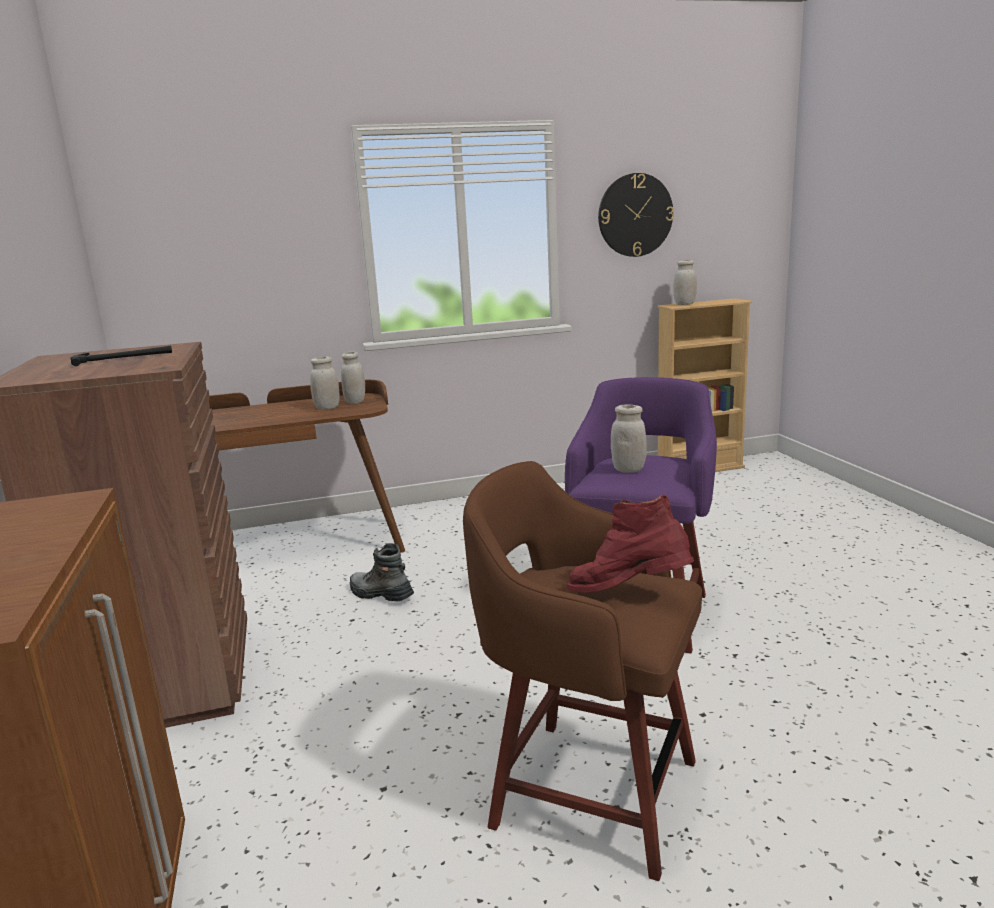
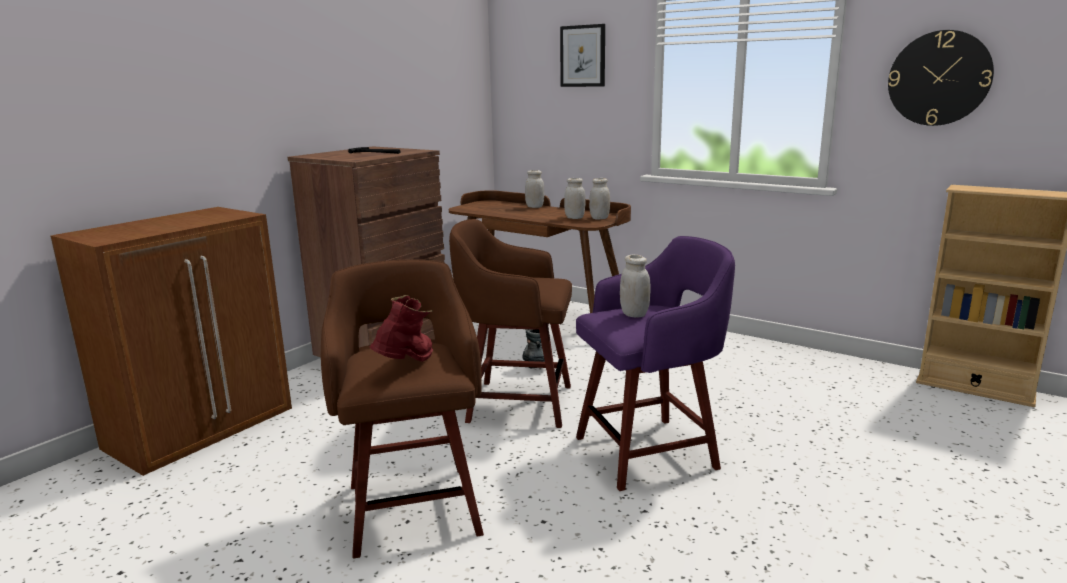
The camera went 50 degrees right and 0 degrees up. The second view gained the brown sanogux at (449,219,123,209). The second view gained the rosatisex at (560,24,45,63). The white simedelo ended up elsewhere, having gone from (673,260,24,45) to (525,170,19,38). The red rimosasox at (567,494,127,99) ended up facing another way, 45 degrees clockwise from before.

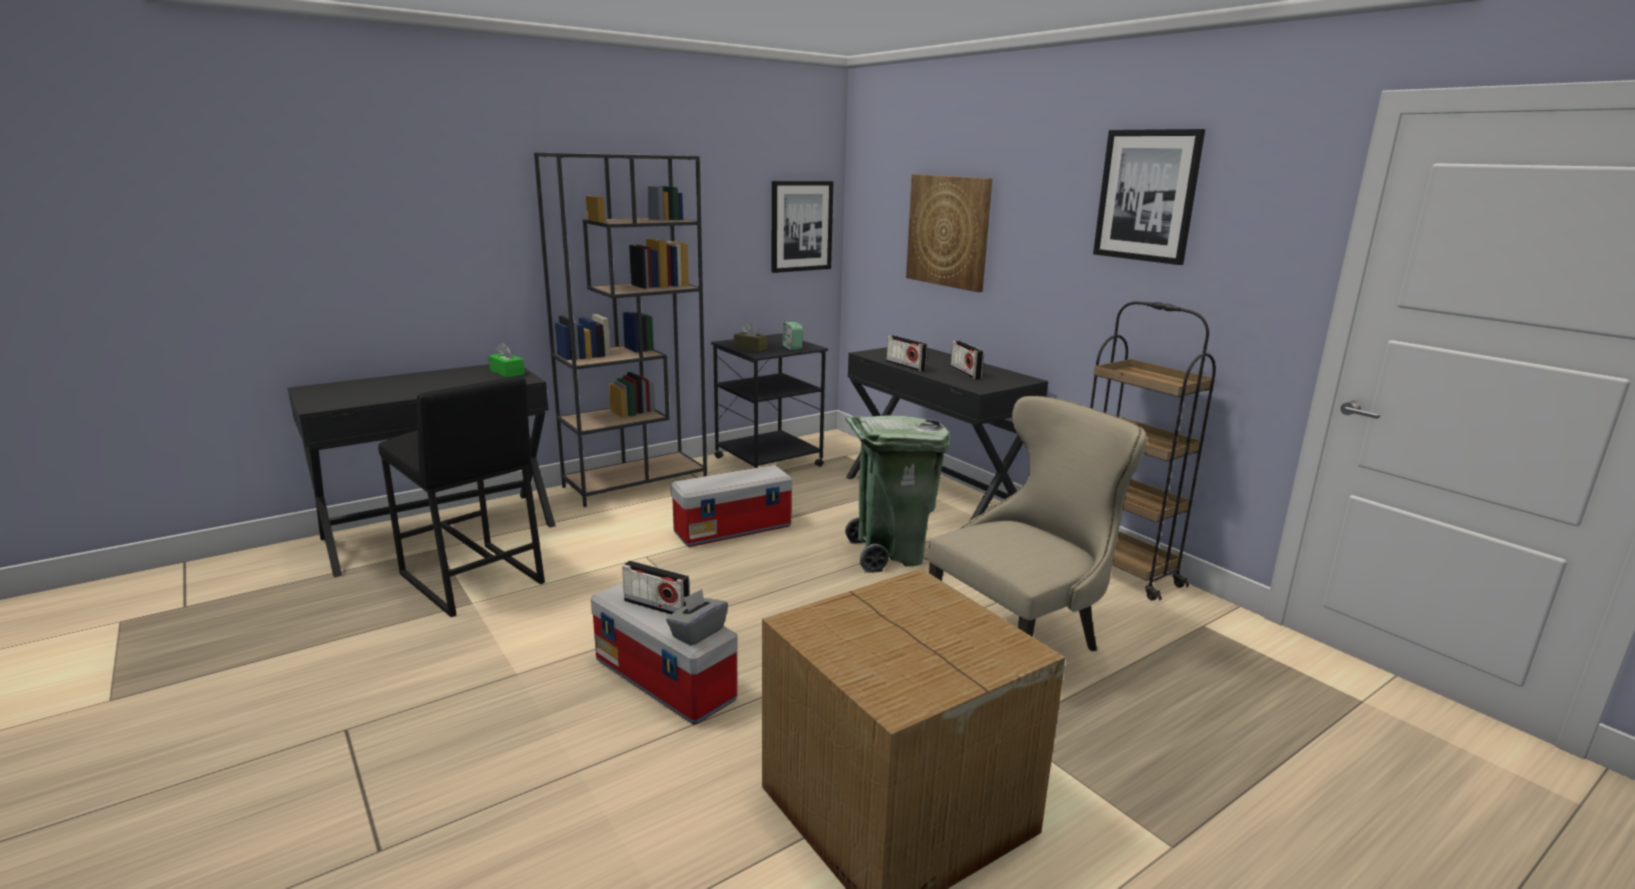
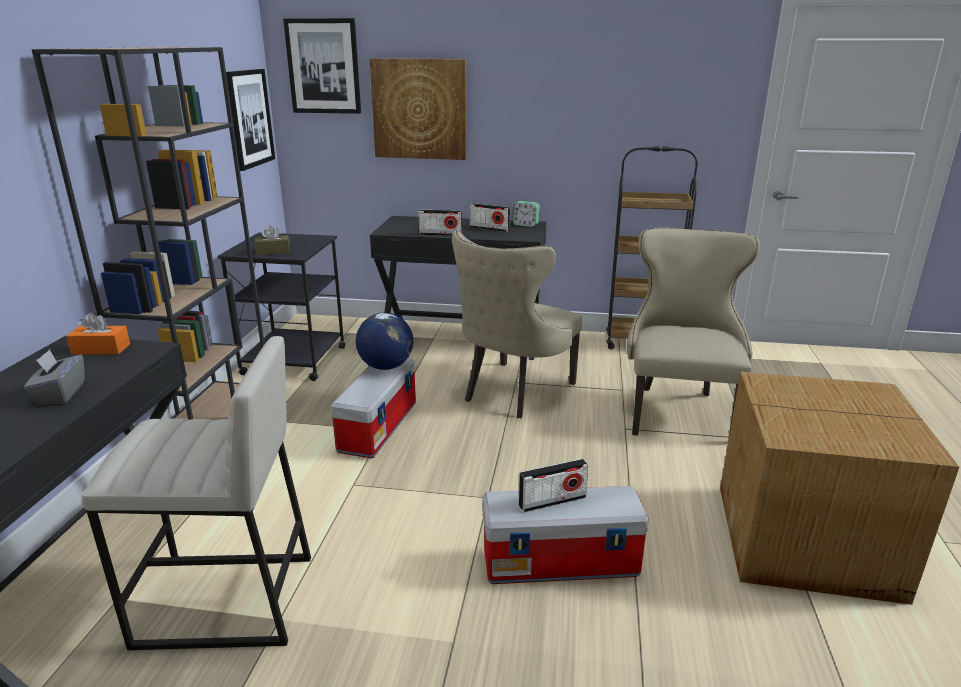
The camera went 45 degrees left and 5 degrees up. The second view gained the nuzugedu at (356,313,57,57). The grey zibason ended up elsewhere, having gone from (666,589,62,57) to (24,349,60,56). The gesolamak ended up elsewhere, having gone from (782,322,21,28) to (512,201,28,26). The rosatisex ended up elsewhere, having gone from (1093,129,112,136) to (283,18,78,96). Where the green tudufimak stood at (845,416,105,157), the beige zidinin came to stand at (452,231,130,187). What was the black sanogux at (378,376,167,241) turned into the beige sanogux at (81,336,230,314). What was the green zibason at (489,342,36,35) turned into the orange zibason at (66,312,64,43).

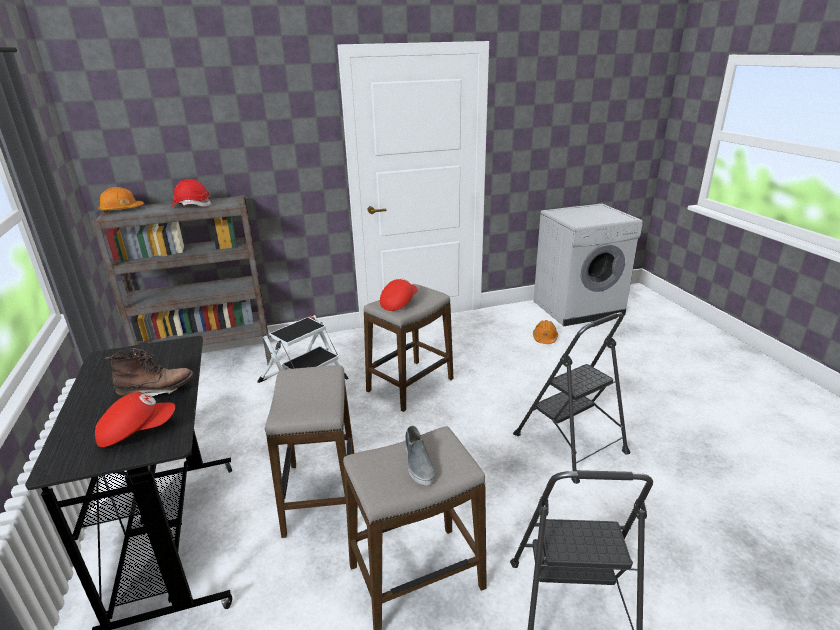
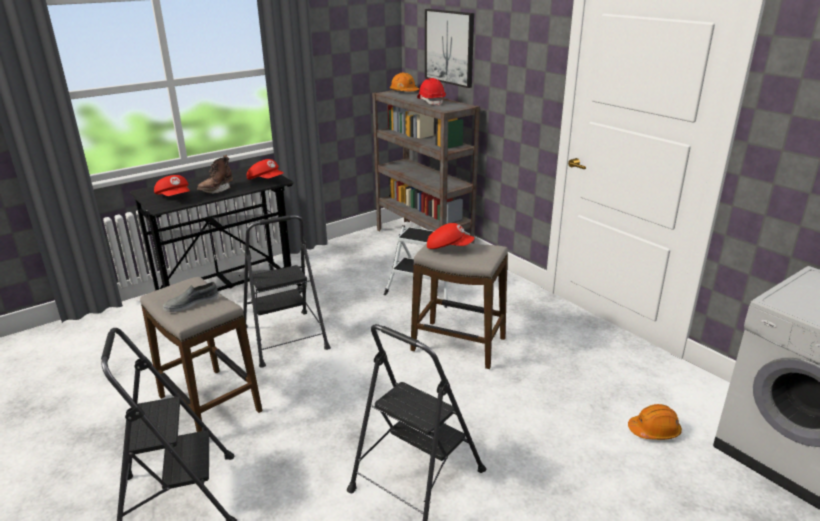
The camera went 70 degrees right and 0 degrees up. The second view gained the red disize at (247,159,37,20). The second view gained the rosatisex at (425,9,49,79). Where the sanogux stood at (265,365,89,173), the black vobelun came to stand at (243,215,88,153). The brown rimosasox at (105,348,88,48) ended up facing another way, 60 degrees clockwise from before.

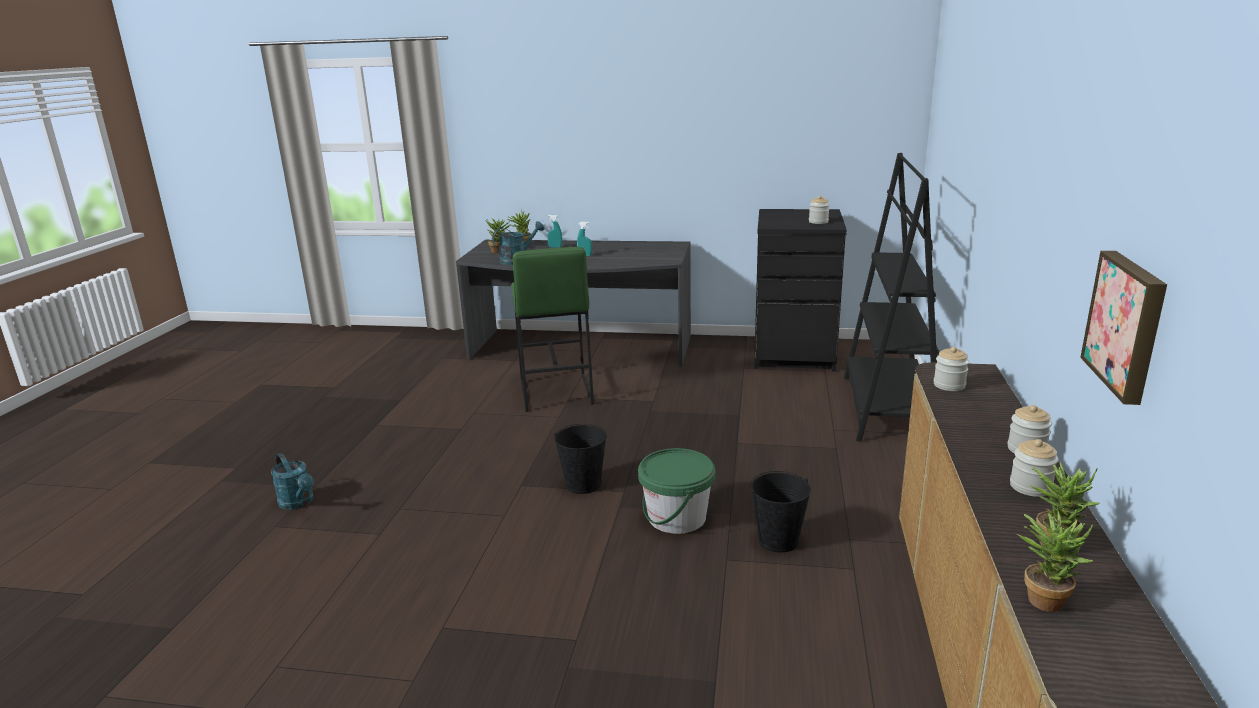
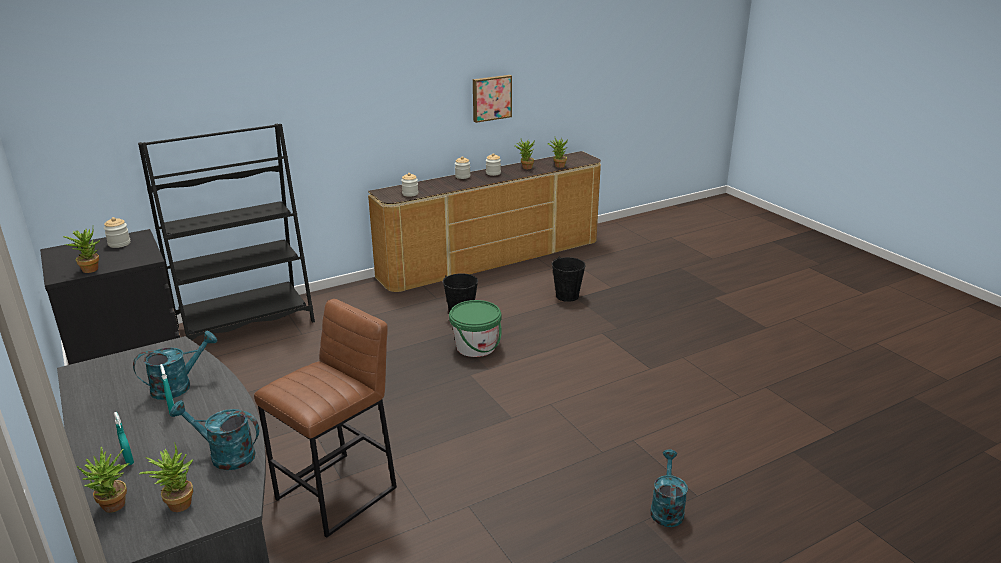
The camera went 130 degrees left and 5 degrees up. The second view gained the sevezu at (63,229,37,44). The second view gained the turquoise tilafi at (133,331,84,69). The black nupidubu ended up elsewhere, having gone from (554,424,53,70) to (551,256,35,46). What was the green sanogux at (511,247,83,165) turned into the brown sanogux at (254,299,143,239).

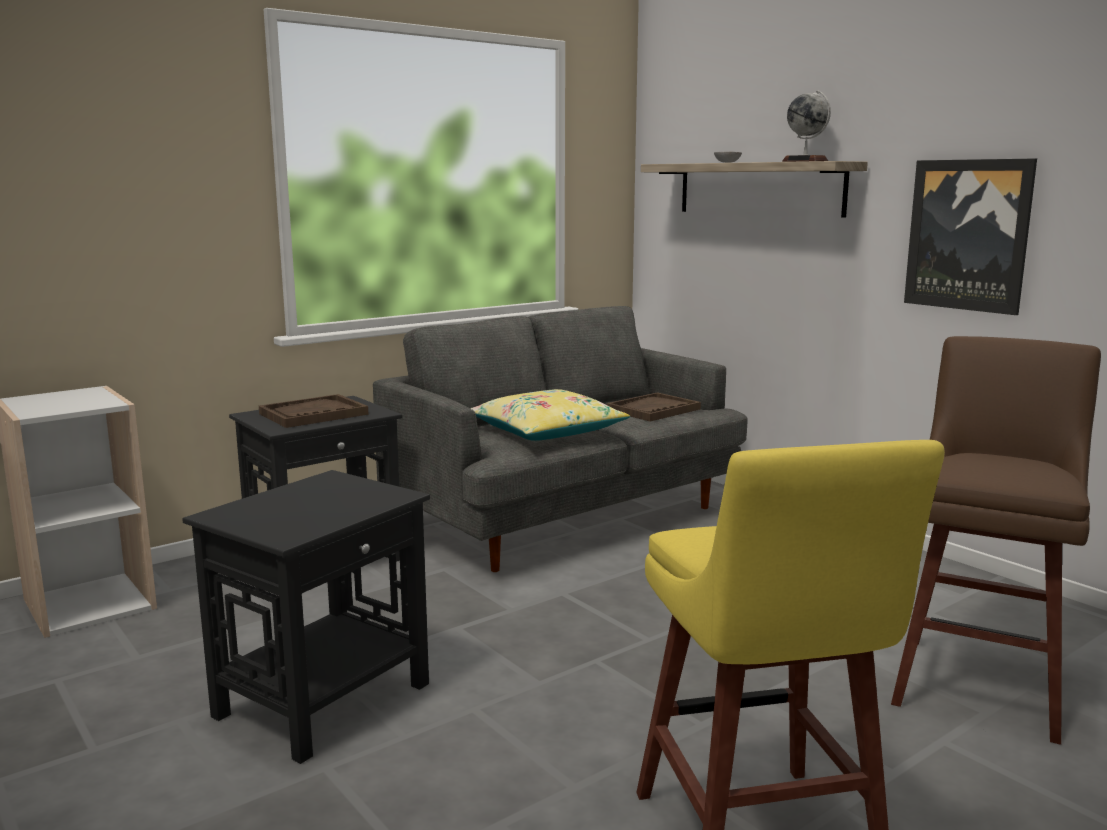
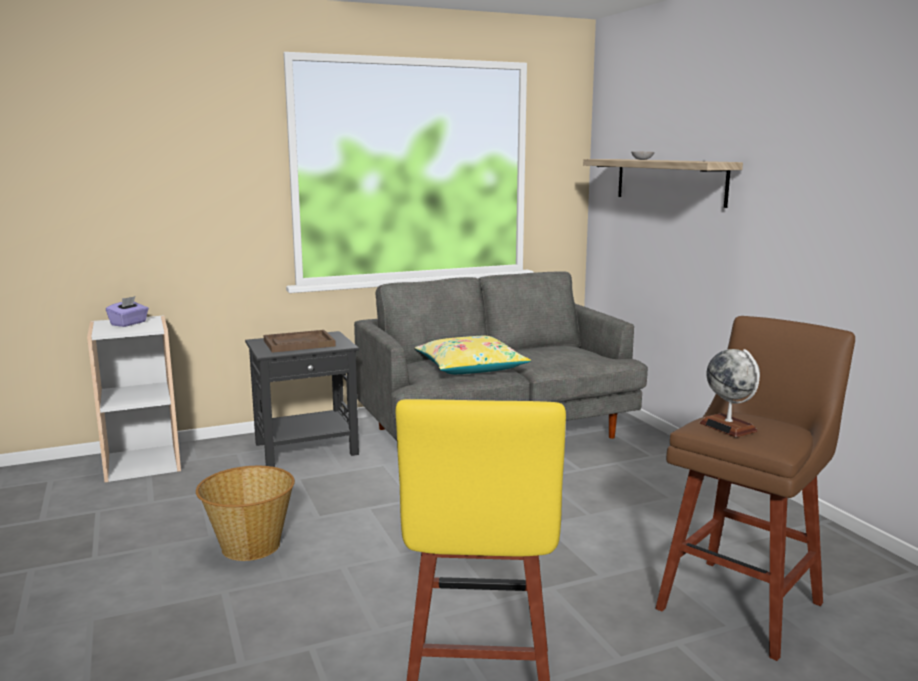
The camera went 15 degrees right and 0 degrees up. The second view lost the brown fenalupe at (607,392,94,29). The second view lost the rosatisex at (904,158,133,157). The second view gained the purple zibason at (106,296,43,31). The nuzugedu ended up elsewhere, having gone from (782,90,49,72) to (700,349,60,88). Where the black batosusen stood at (182,470,248,294), the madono came to stand at (196,466,99,95).

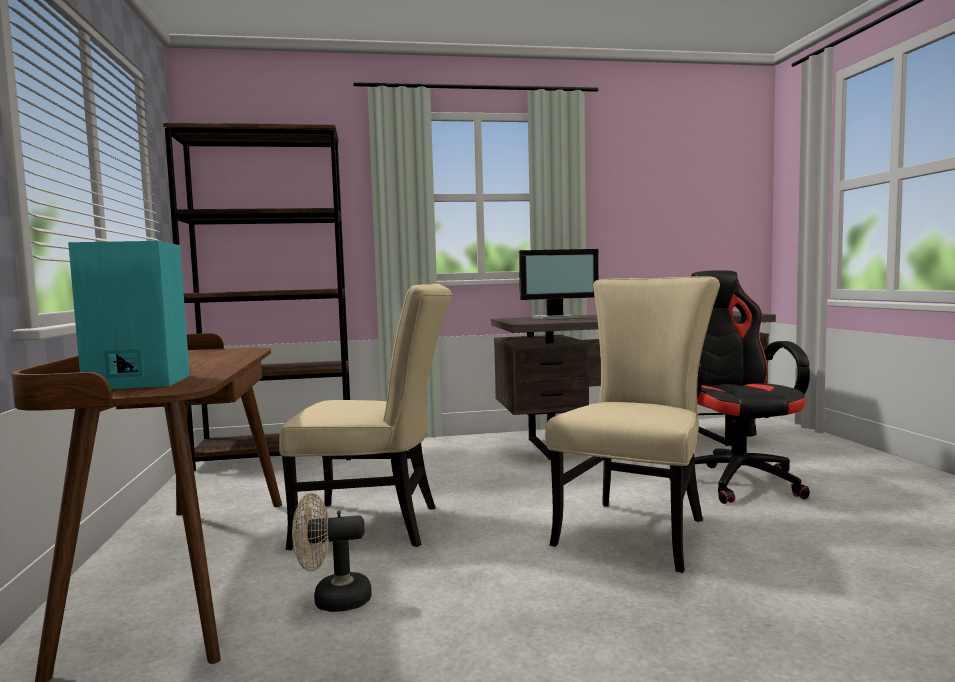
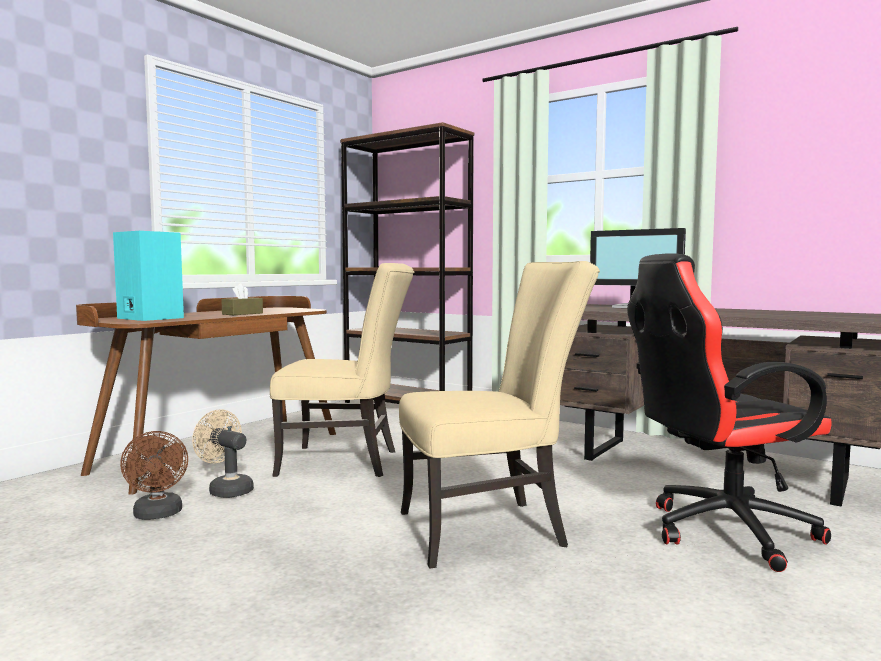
The camera went 45 degrees right and 0 degrees up. The second view gained the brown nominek at (120,431,68,89). The second view gained the brown zibason at (221,283,42,32). The beige zidinin at (279,284,173,266) ended up facing another way, 45 degrees counterclockwise from before. The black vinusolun at (669,270,141,234) ended up facing another way, 150 degrees counterclockwise from before.

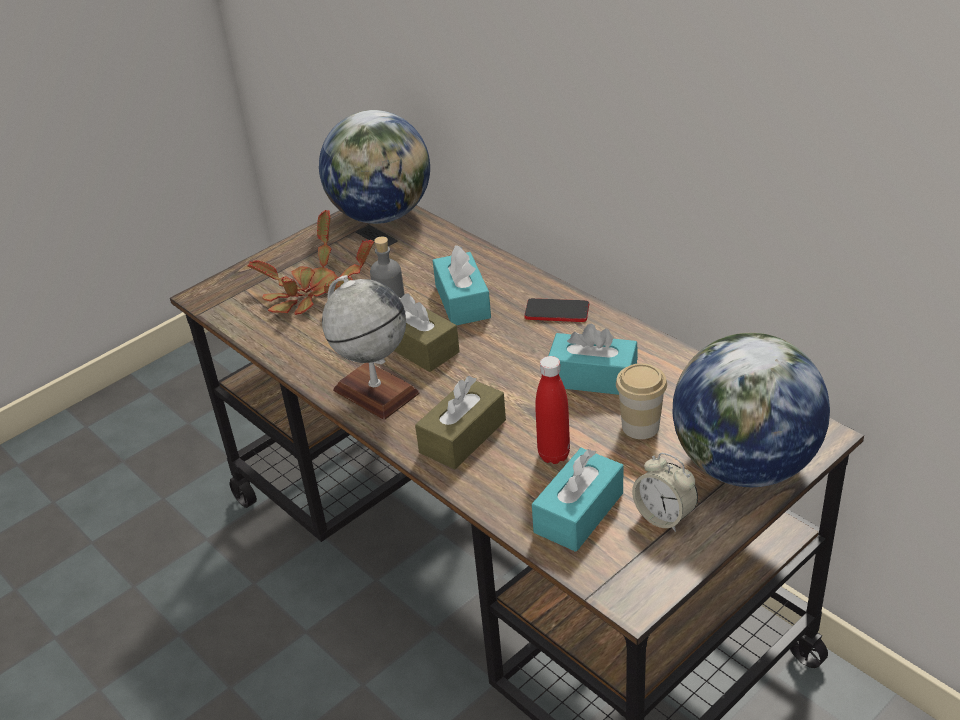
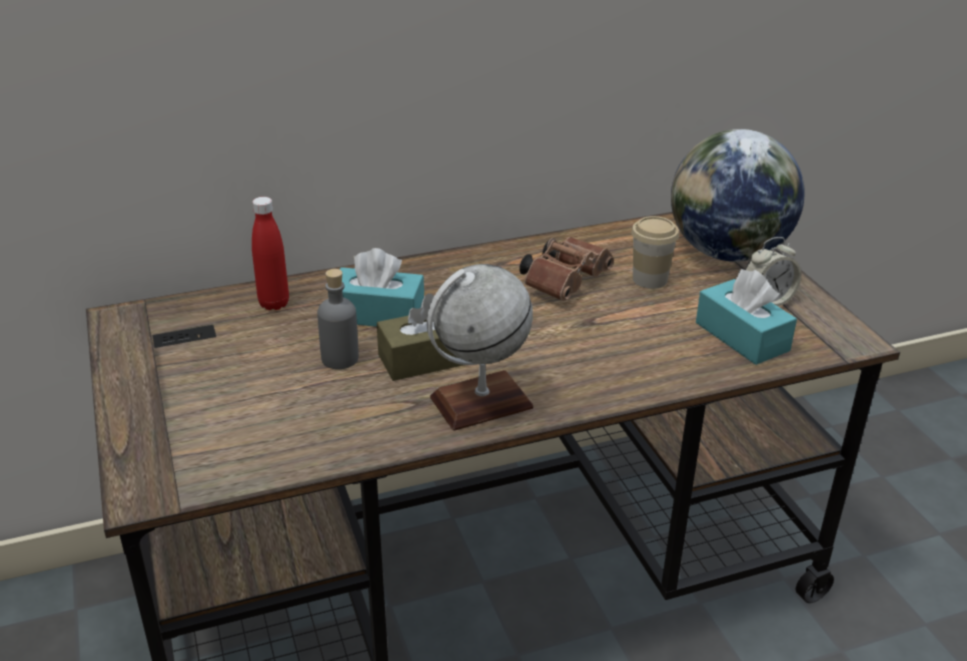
The camera went 70 degrees left and 5 degrees down. The second view lost the sevezu at (247,210,127,105). The second view lost the nuzugedu at (319,110,111,114). The second view lost the brown zibason at (415,376,91,93). The second view lost the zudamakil at (524,298,65,24). The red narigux ended up elsewhere, having gone from (535,356,35,108) to (252,197,37,113). Where the turquoise zibason stood at (548,323,90,72), the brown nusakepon came to stand at (519,237,95,64).

